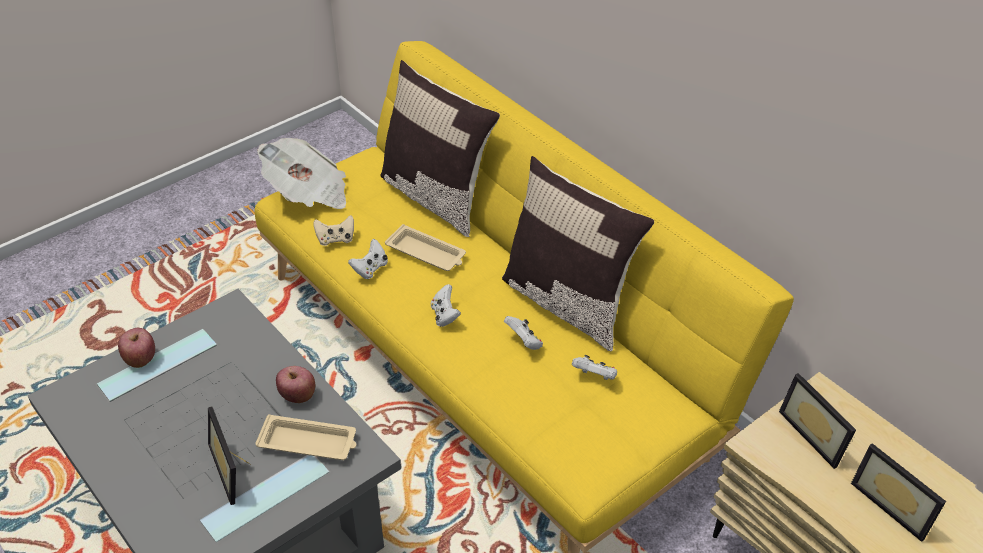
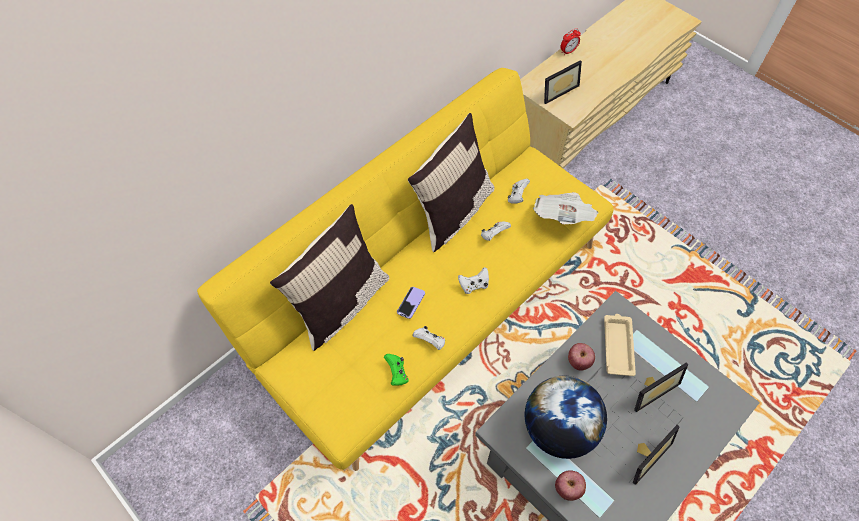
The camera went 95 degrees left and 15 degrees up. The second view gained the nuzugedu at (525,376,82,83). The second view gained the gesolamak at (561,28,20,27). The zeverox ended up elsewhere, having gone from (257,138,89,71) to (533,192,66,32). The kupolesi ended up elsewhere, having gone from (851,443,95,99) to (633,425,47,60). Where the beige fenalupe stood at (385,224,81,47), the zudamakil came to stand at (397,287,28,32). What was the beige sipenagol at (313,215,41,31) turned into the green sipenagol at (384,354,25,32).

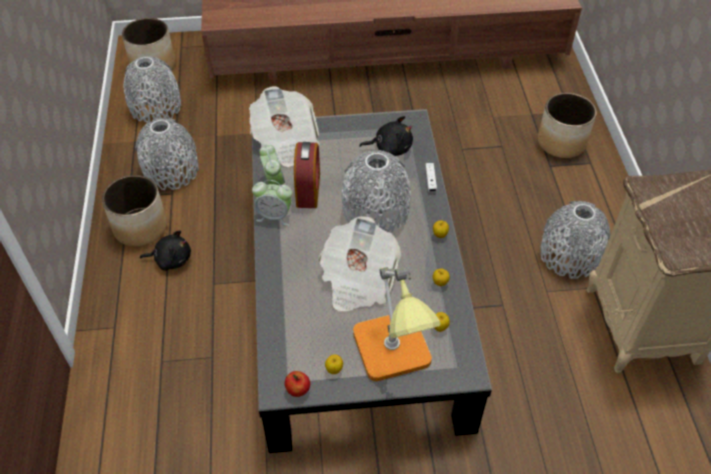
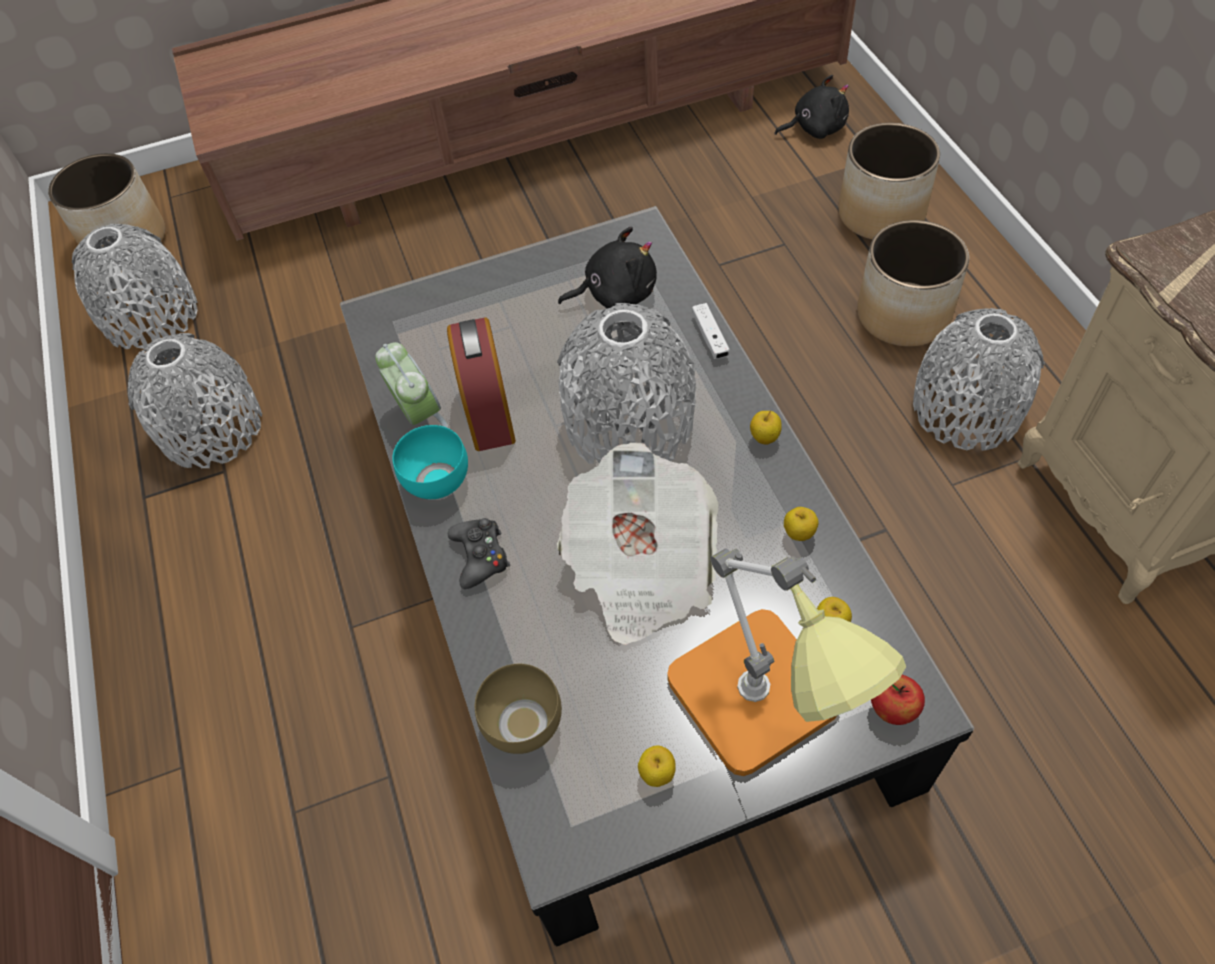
The camera went 10 degrees left and 5 degrees up. The second view lost the zeverox at (249,86,71,81). The second view gained the black sipenagol at (448,518,62,71). The second view gained the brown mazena at (475,664,87,90). The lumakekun ended up elsewhere, having gone from (102,175,65,72) to (857,220,112,127). The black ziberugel ended up elsewhere, having gone from (140,230,51,41) to (775,75,74,64). The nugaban ended up elsewhere, having gone from (285,371,25,26) to (871,675,54,50). Where the gesolamak stood at (252,180,40,46), the turquoise mazena came to stand at (392,425,76,74).

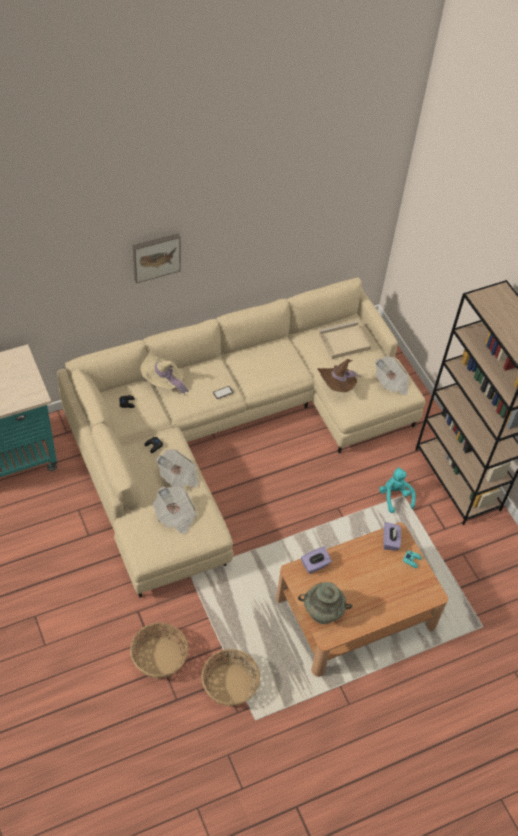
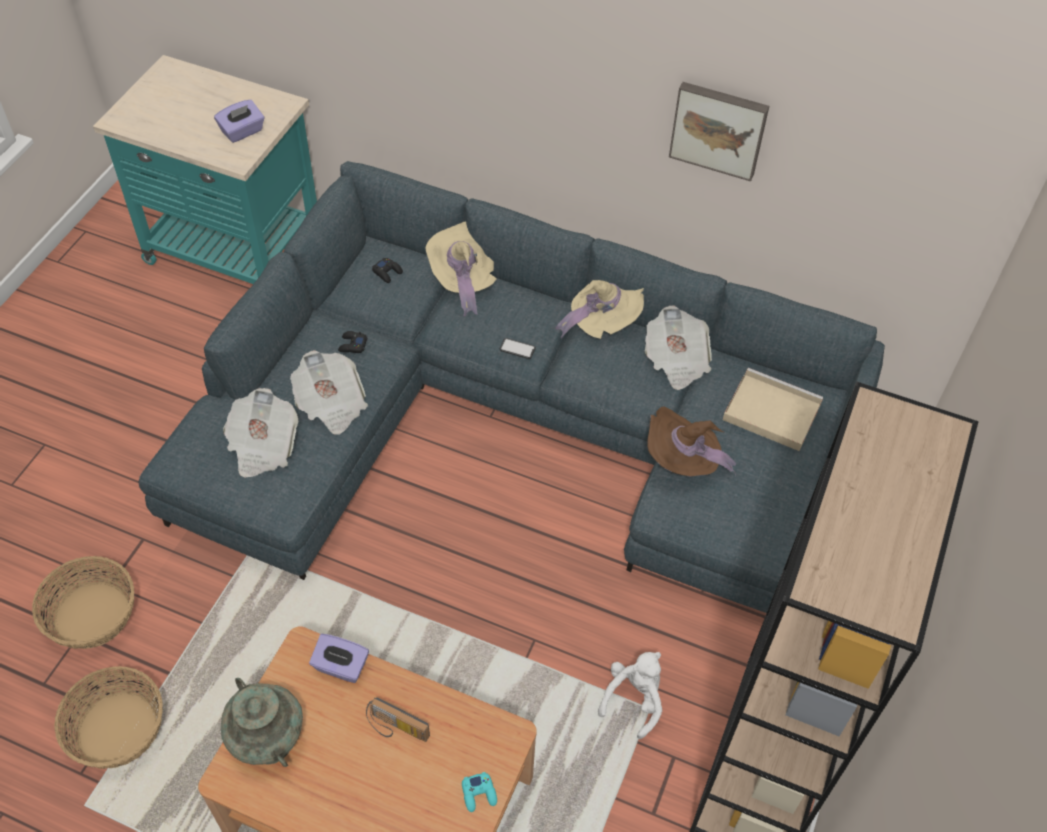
The camera went 50 degrees right and 0 degrees up. The second view gained the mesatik at (366,697,64,45). The second view gained the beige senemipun at (555,280,89,59). The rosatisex ended up elsewhere, having gone from (133,233,48,50) to (669,82,100,100). The zeverox ended up elsewhere, having gone from (376,356,34,40) to (645,306,67,84). The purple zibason ended up elsewhere, having gone from (383,522,18,29) to (214,100,50,43). What was the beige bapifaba at (57,277,368,321) turned into the blue bapifaba at (139,161,746,452). What was the turquoise ziberugel at (379,467,37,46) turned into the white ziberugel at (598,652,64,87).

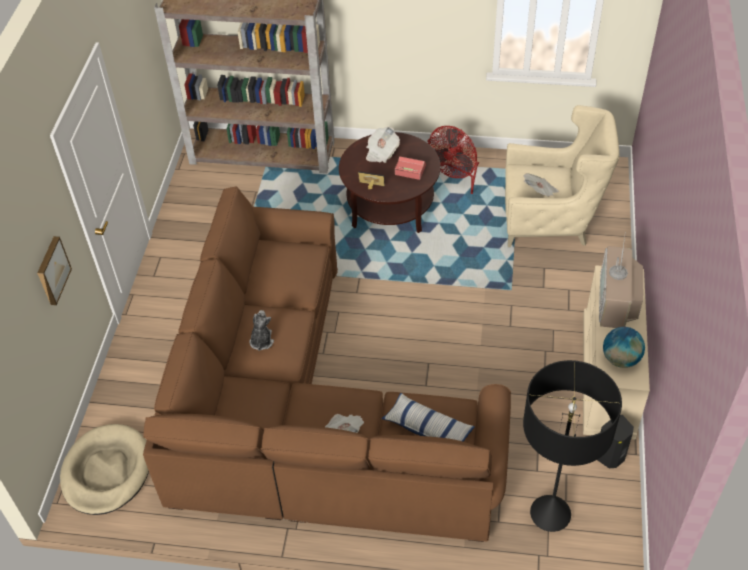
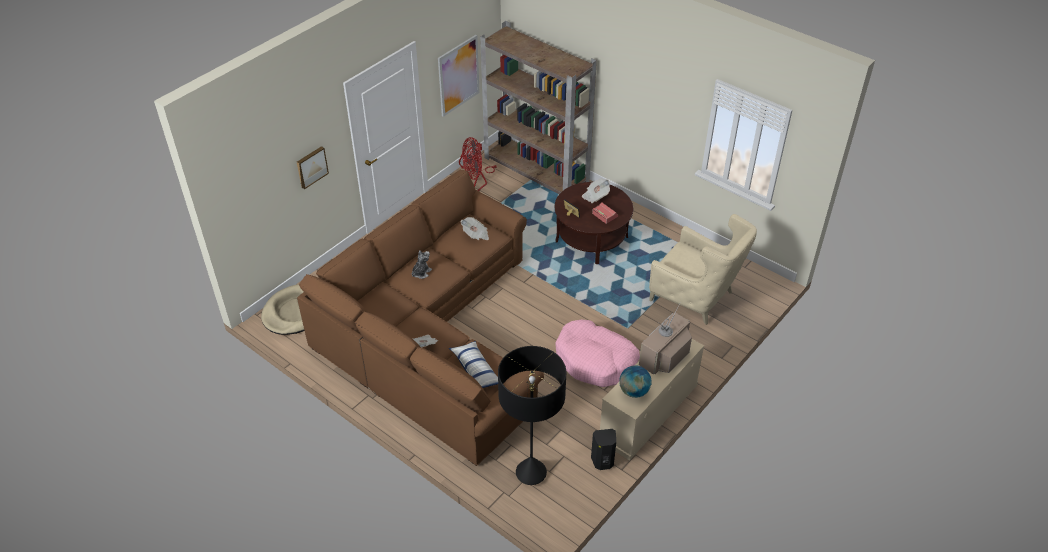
The camera went 30 degrees right and 5 degrees down. The second view gained the rosatisex at (438,35,42,82). The second view gained the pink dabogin at (555,320,85,67). The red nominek ended up elsewhere, having gone from (427,126,52,68) to (459,137,38,54). The zeverox ended up elsewhere, having gone from (523,173,36,24) to (461,217,28,23).

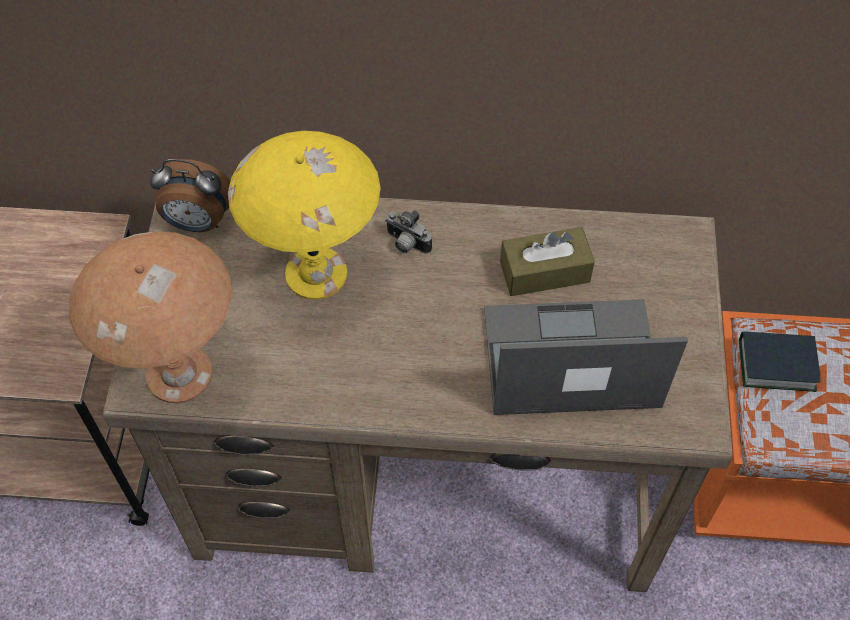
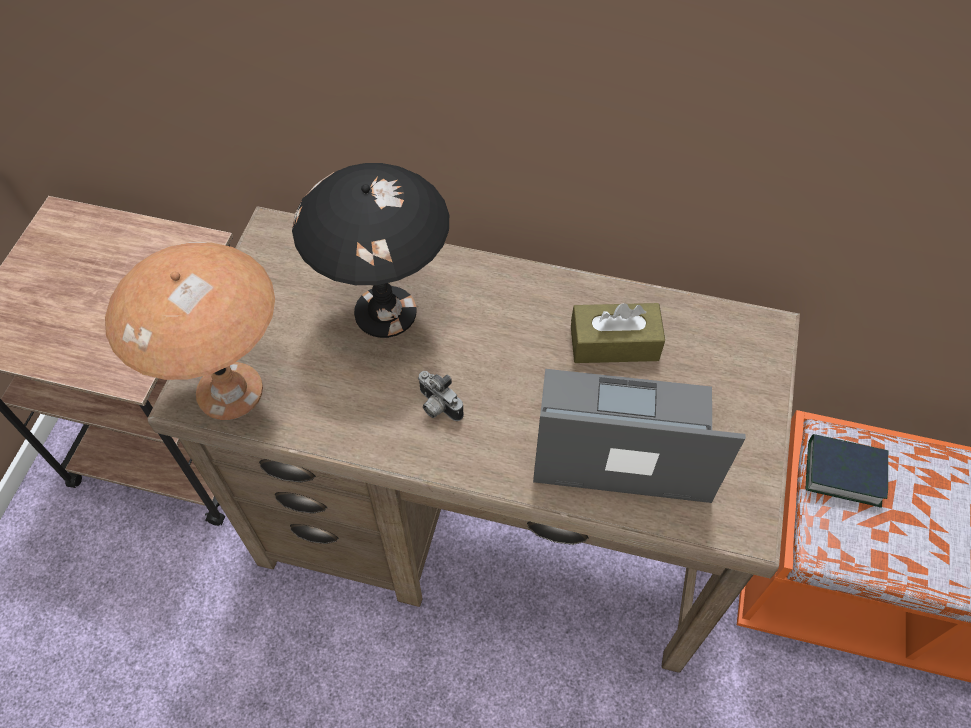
The camera went 10 degrees right and 0 degrees up. The second view lost the gesolamak at (150,159,80,73). The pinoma ended up elsewhere, having gone from (385,210,47,44) to (418,371,46,50). What was the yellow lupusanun at (228,131,153,169) turned into the black lupusanun at (292,163,157,175).

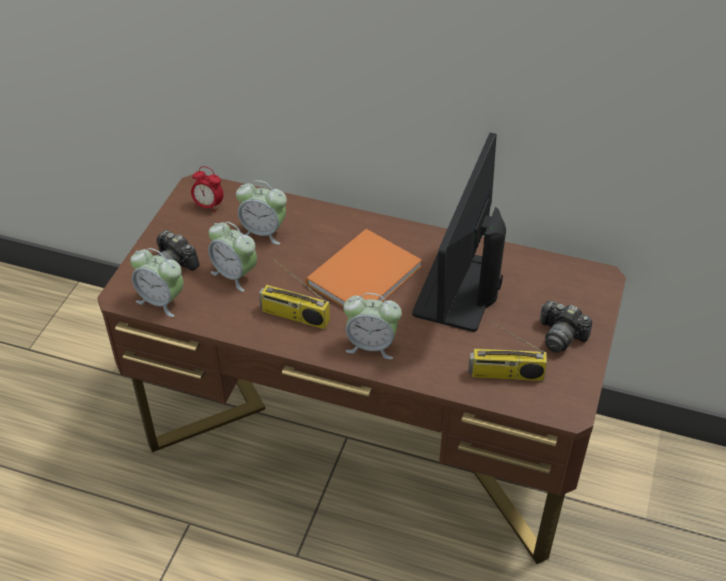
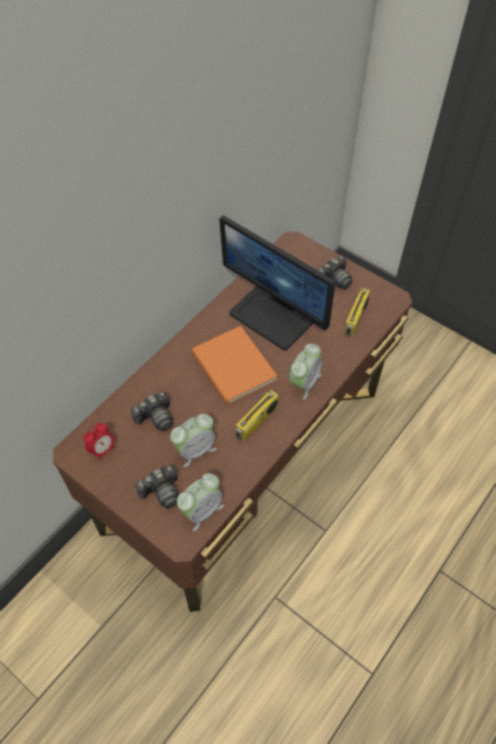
The camera went 70 degrees left and 10 degrees up. Where the gesolamak stood at (236,180,51,65), the pinoma came to stand at (131,392,42,39).

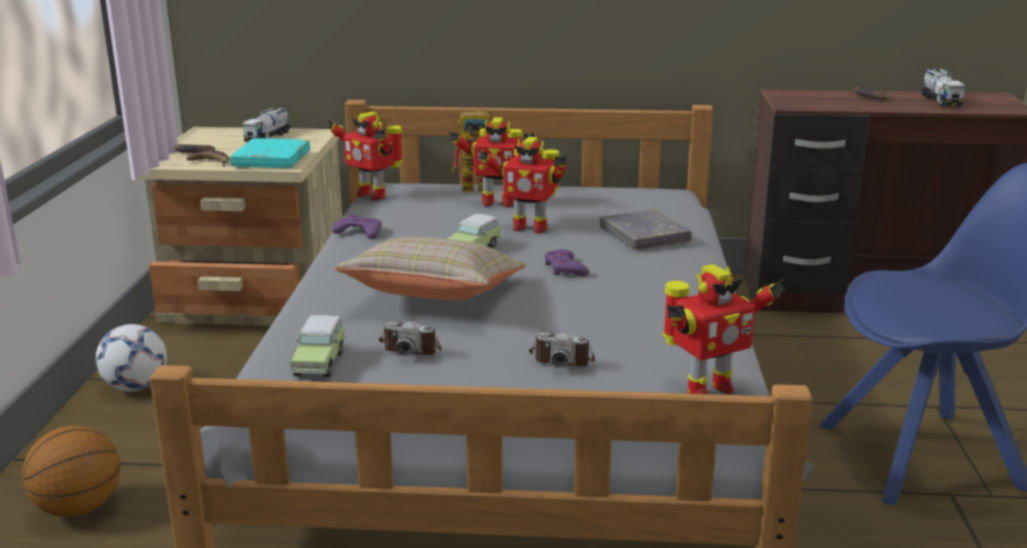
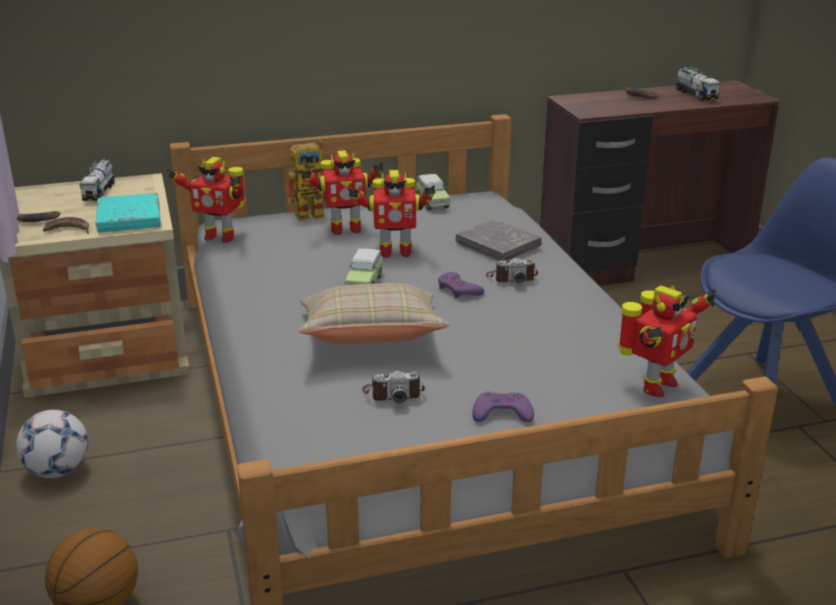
The camera went 20 degrees left and 5 degrees up. The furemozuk ended up elsewhere, having gone from (290,315,56,63) to (416,174,35,36). The purple sipenagol ended up elsewhere, having gone from (332,214,50,25) to (472,392,62,30). The pinoma ended up elsewhere, having gone from (529,331,66,36) to (486,258,52,25).

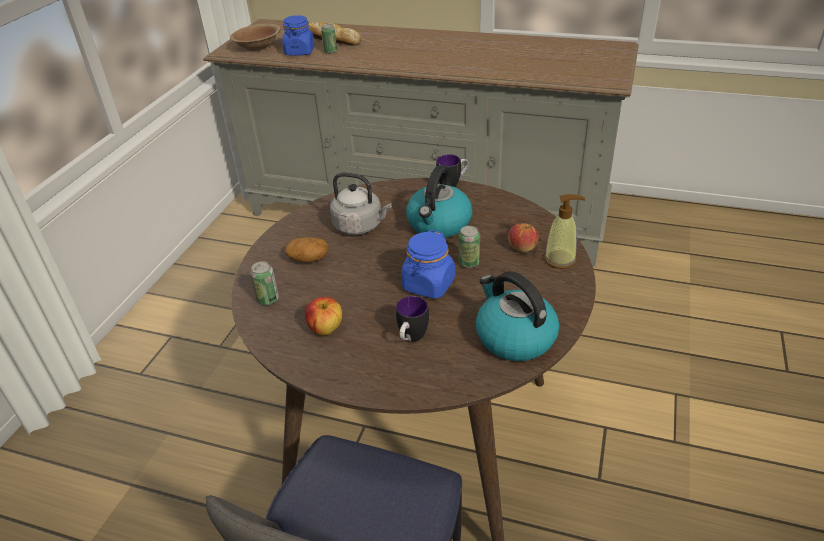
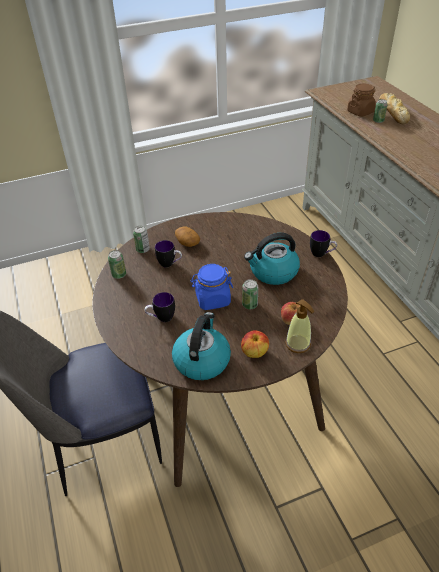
The camera went 50 degrees right and 5 degrees up. The second view lost the brown mazena at (230,24,51,27). The second view lost the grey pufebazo at (330,172,61,63). The second view gained the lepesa at (108,250,18,29). The second view gained the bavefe at (155,240,27,28). The nugaban ended up elsewhere, having gone from (305,297,37,39) to (241,331,28,27). What was the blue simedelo at (282,15,33,41) turned into the brown simedelo at (347,84,29,32).

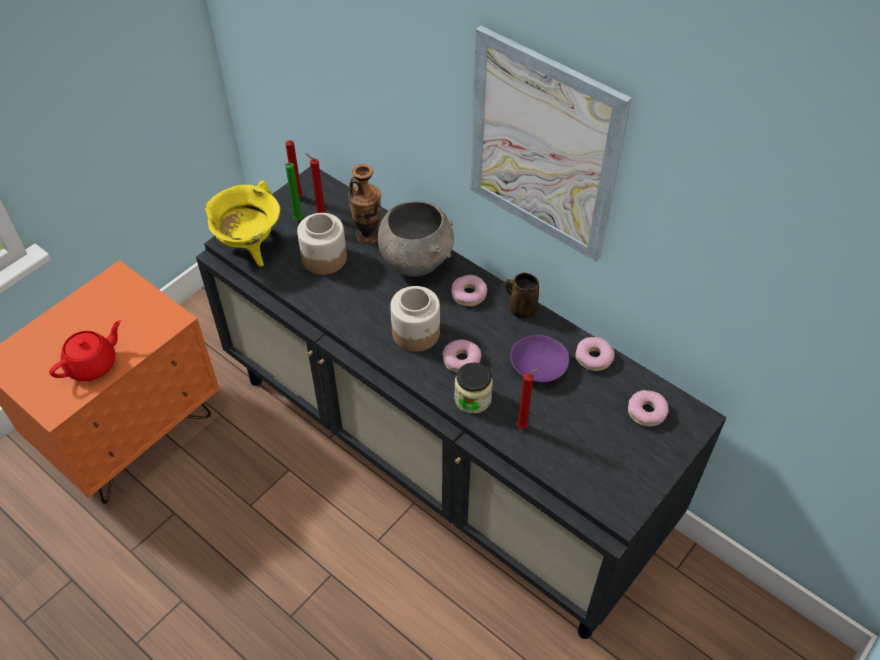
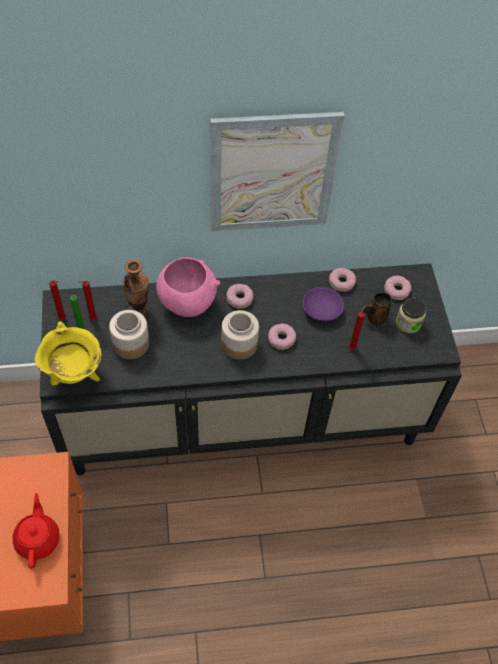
The camera went 50 degrees left and 5 degrees up. The simedelo ended up elsewhere, having gone from (454,363,39,51) to (396,298,30,35). The brown bavefe ended up elsewhere, having gone from (505,272,34,47) to (363,292,29,33). What was the grey mazena at (378,201,76,76) turned into the pink mazena at (156,257,64,60).

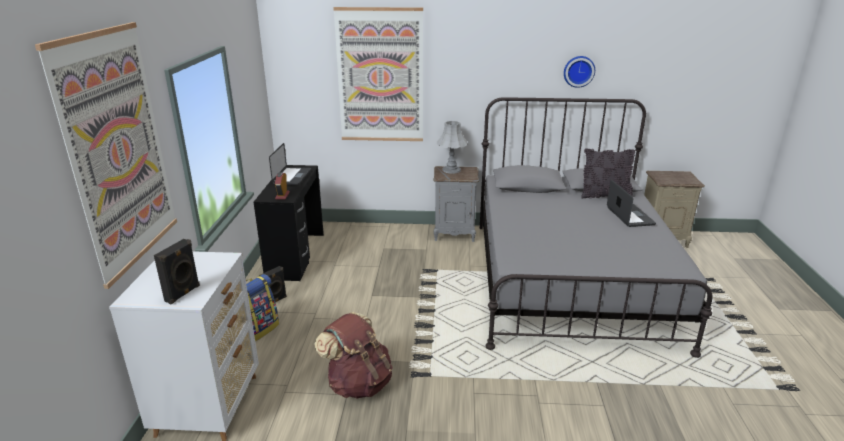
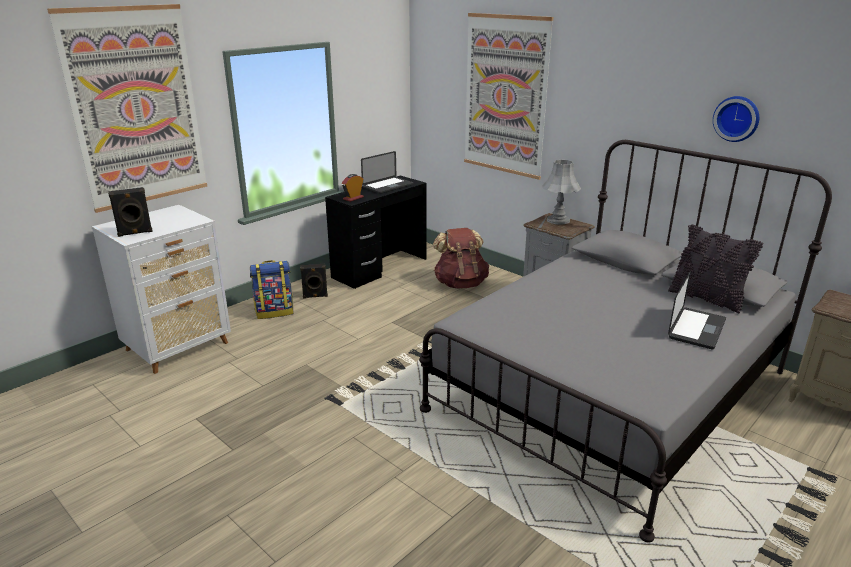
The camera went 40 degrees right and 0 degrees up. The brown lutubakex ended up elsewhere, having gone from (314,312,79,86) to (433,228,56,60).

